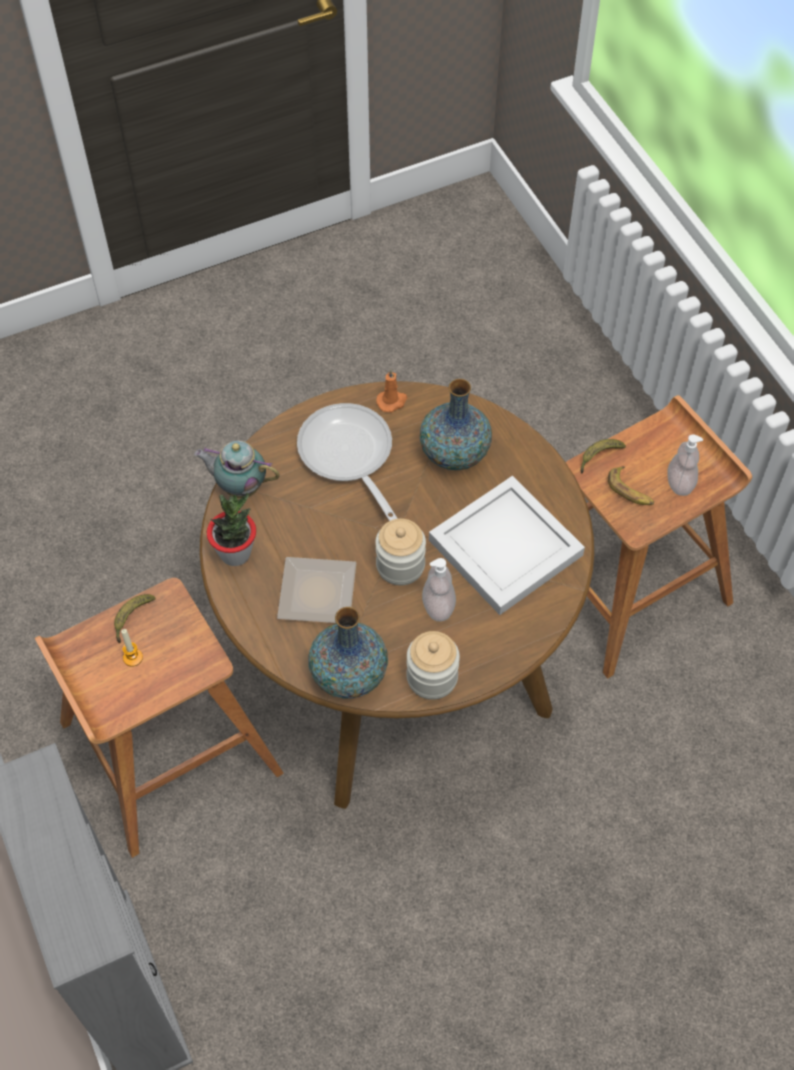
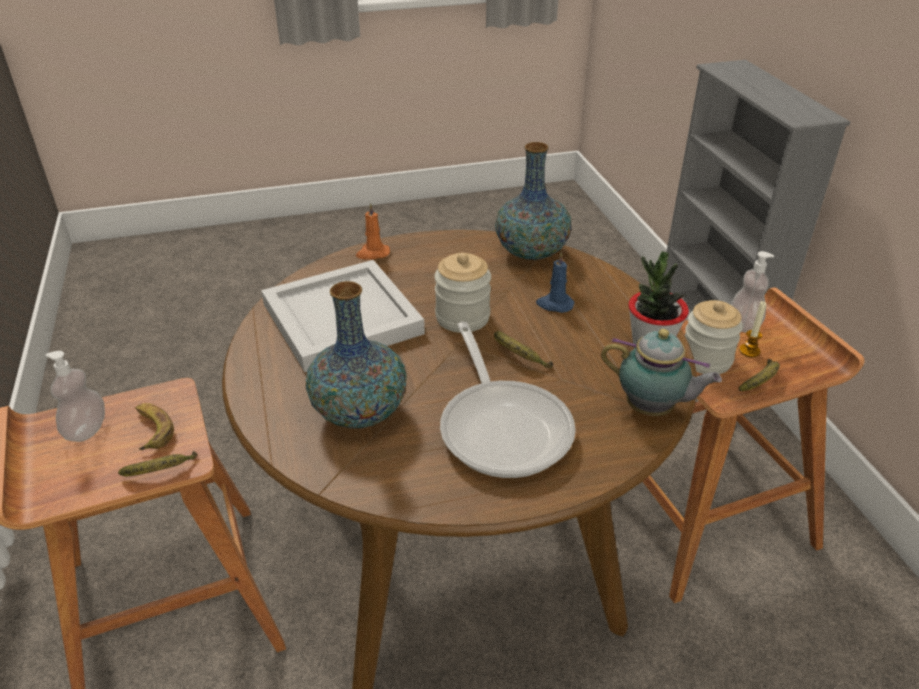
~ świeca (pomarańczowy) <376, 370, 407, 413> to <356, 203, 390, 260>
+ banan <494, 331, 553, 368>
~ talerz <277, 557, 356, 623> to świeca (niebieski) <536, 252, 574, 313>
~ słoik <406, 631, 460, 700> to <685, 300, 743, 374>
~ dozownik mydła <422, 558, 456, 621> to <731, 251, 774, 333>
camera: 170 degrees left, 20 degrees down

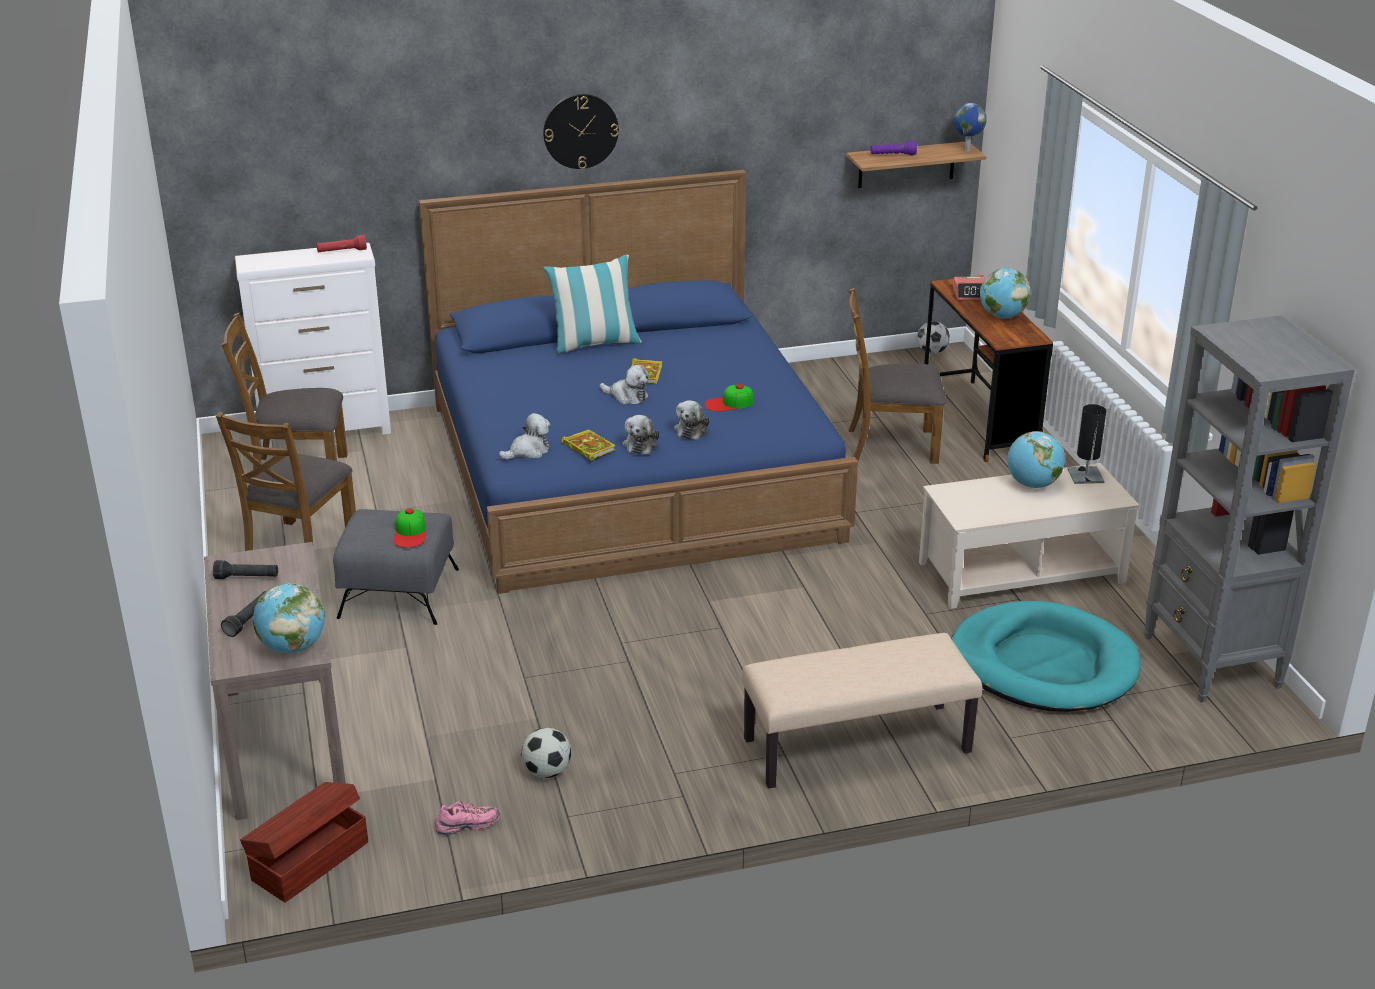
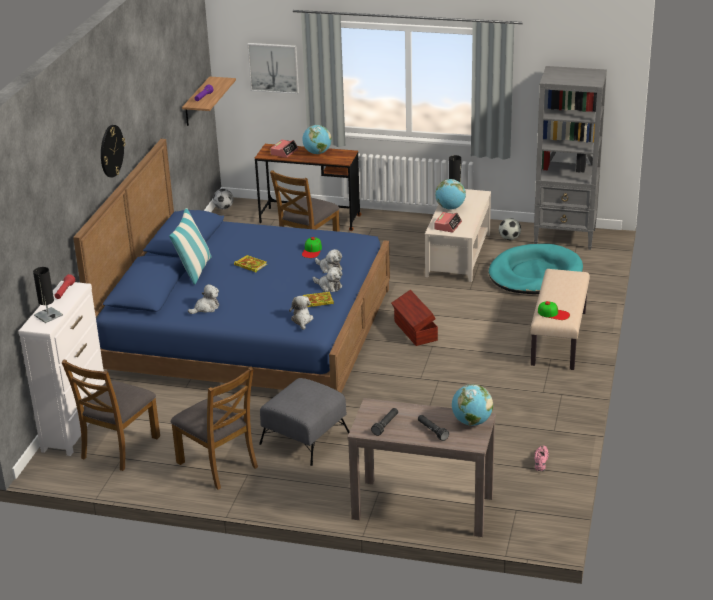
+ lampa stołowa (czarny) <33, 267, 63, 323>
~ pluszak <600, 365, 649, 404> to <188, 284, 219, 314>
+ obraz <247, 43, 299, 94>
~ pojemnik do przechowywania (brązowy) <240, 782, 368, 903> to <391, 290, 438, 346>
+ budzik <434, 212, 462, 233>
~ piłka futbolowa <522, 728, 571, 778> to <499, 218, 521, 240>
~ czapka z daszkiem <394, 508, 426, 548> to <538, 301, 570, 320>
- globus <954, 103, 986, 151>
camera: 60 degrees left, 0 degrees up

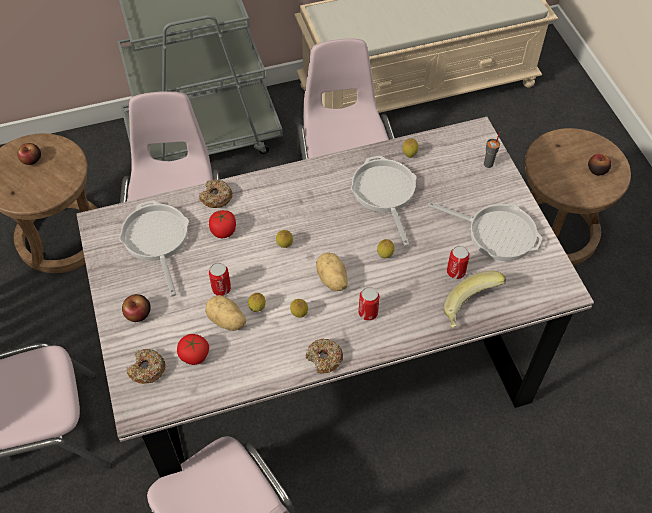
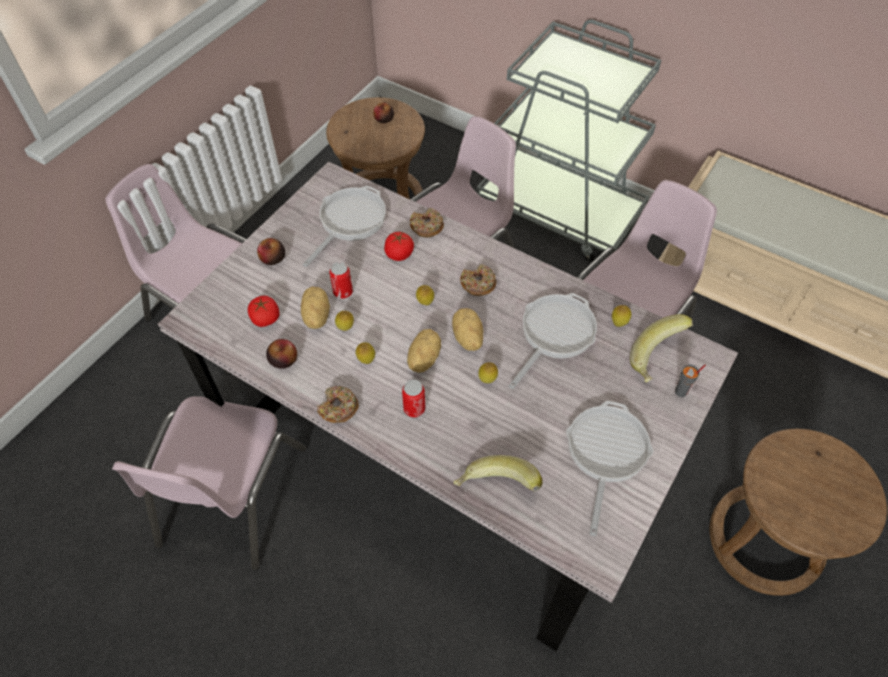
~ jabłko <588, 154, 611, 176> to <266, 339, 297, 369>
+ ziemniak <452, 308, 483, 351>
~ donut <127, 349, 166, 384> to <460, 264, 497, 296>
~ patelnia <428, 202, 542, 261> = <566, 401, 654, 536> 150 degrees counterclockwise
+ banan <630, 314, 693, 382>
- puszka <447, 245, 470, 279>
camera: 50 degrees right, 0 degrees up

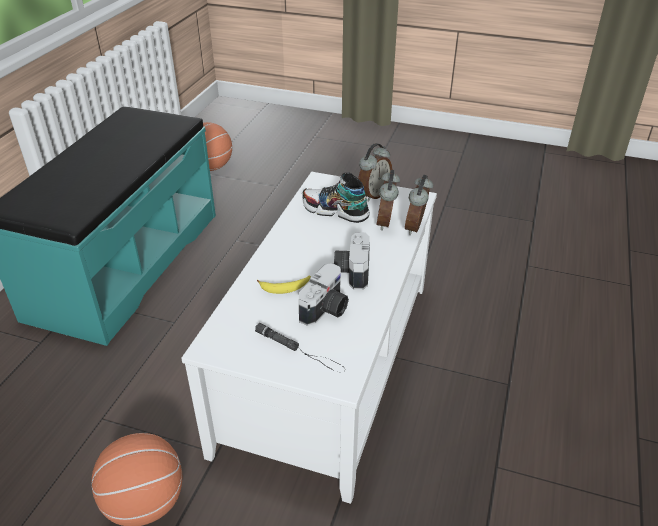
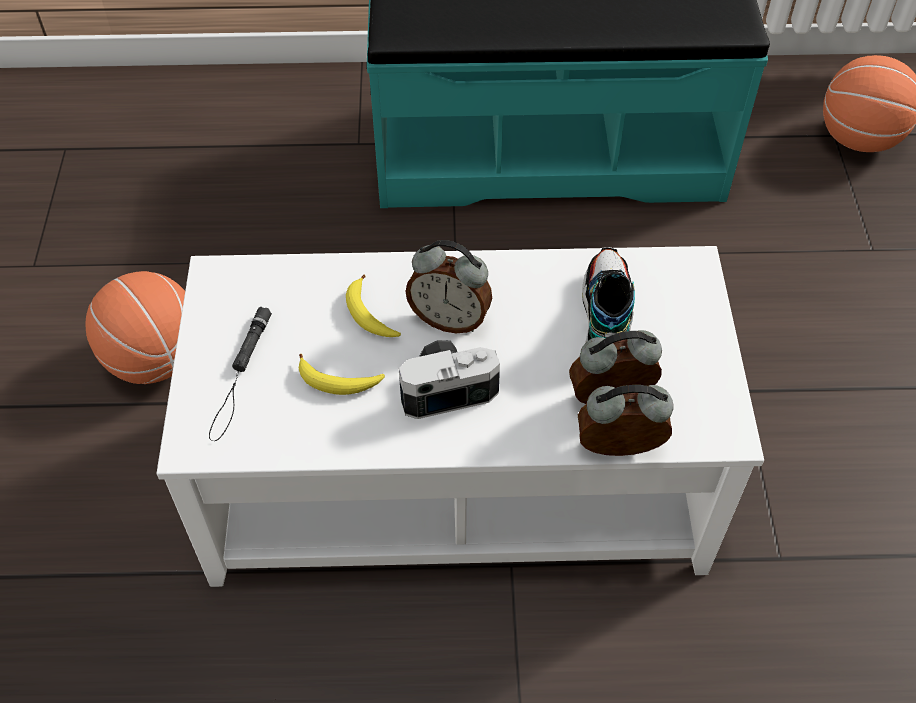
~ aparat fotograficzny <299, 263, 349, 326> to banan <299, 354, 385, 395>
~ budzik <358, 143, 393, 202> to <405, 240, 492, 333>
camera: 70 degrees right, 15 degrees up

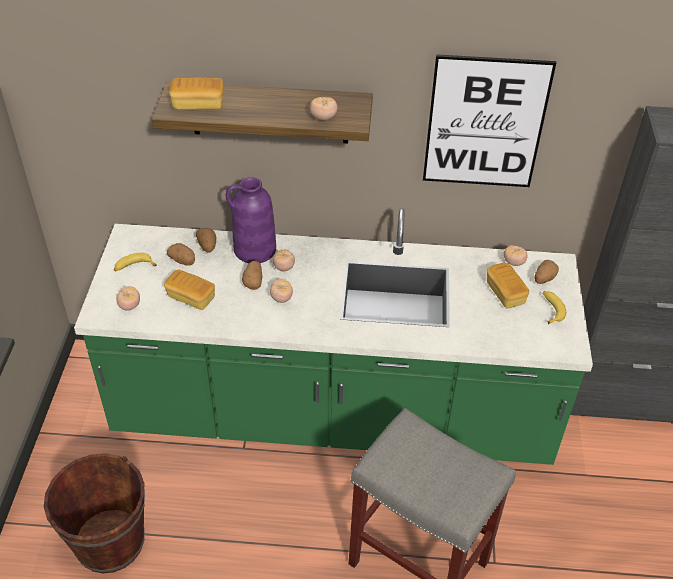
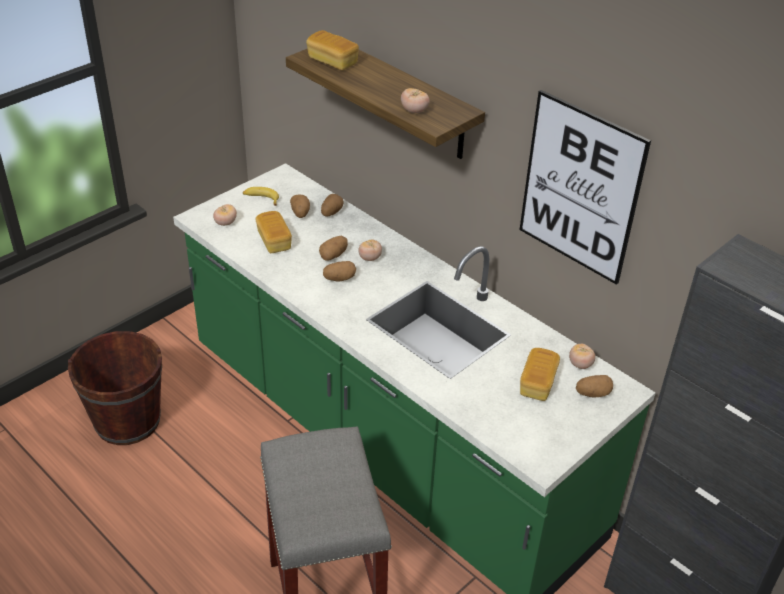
~ pomidor <270, 279, 293, 303> to ziemniak <323, 261, 356, 281>
- wazon (fioletowy) <226, 177, 276, 263>
- banan <543, 291, 566, 324>
camera: 40 degrees right, 5 degrees down

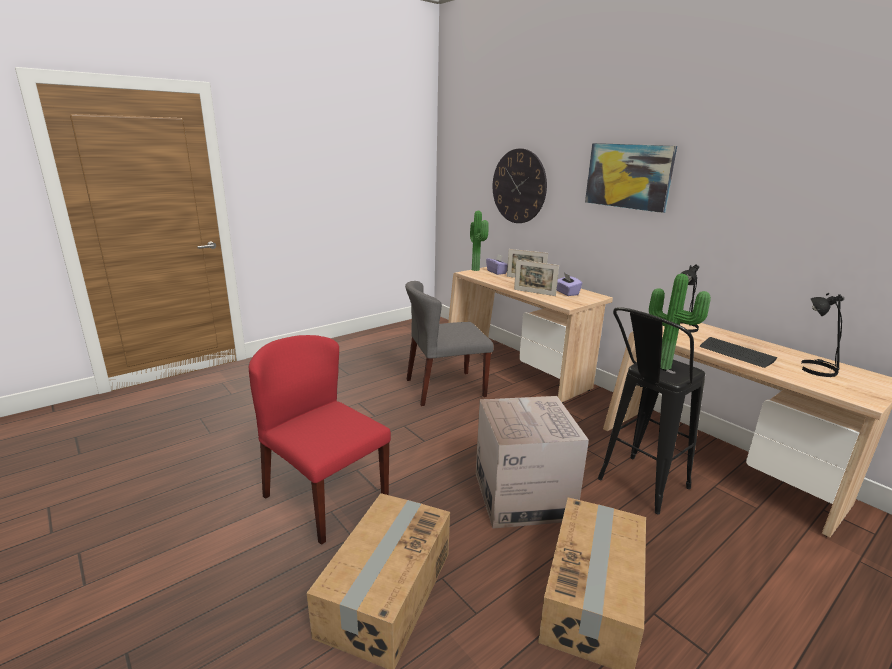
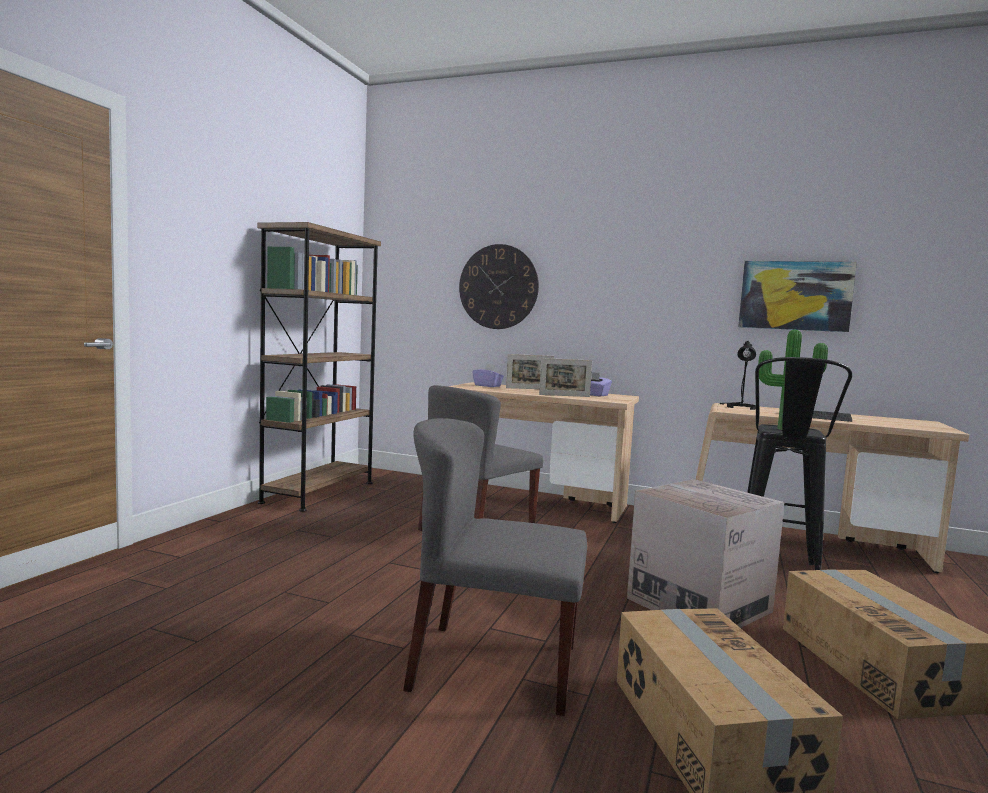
+ regał (brązowy) <257, 222, 381, 512>
~ krzesło (czerwony) <249, 335, 391, 545> to krzesło (szary) <403, 418, 587, 716>
~ obraz <585, 143, 677, 213> to <738, 261, 857, 332>
- roślina doniczkowa <470, 211, 489, 271>
- lampa stołowa (czarny) <801, 293, 844, 377>
camera: 30 degrees left, 15 degrees down

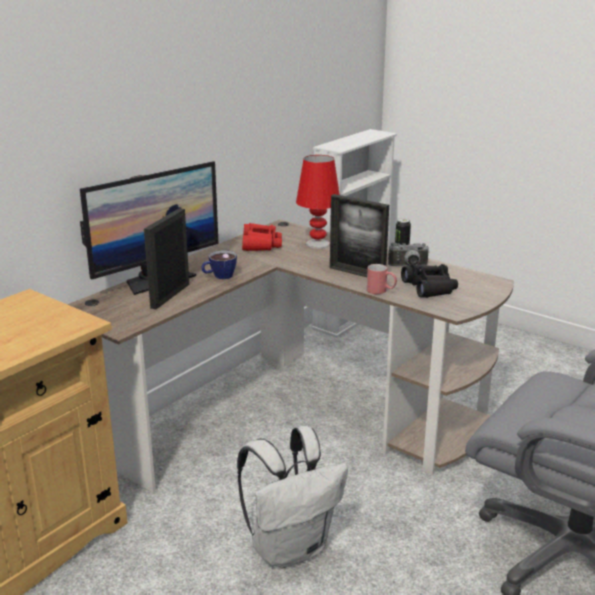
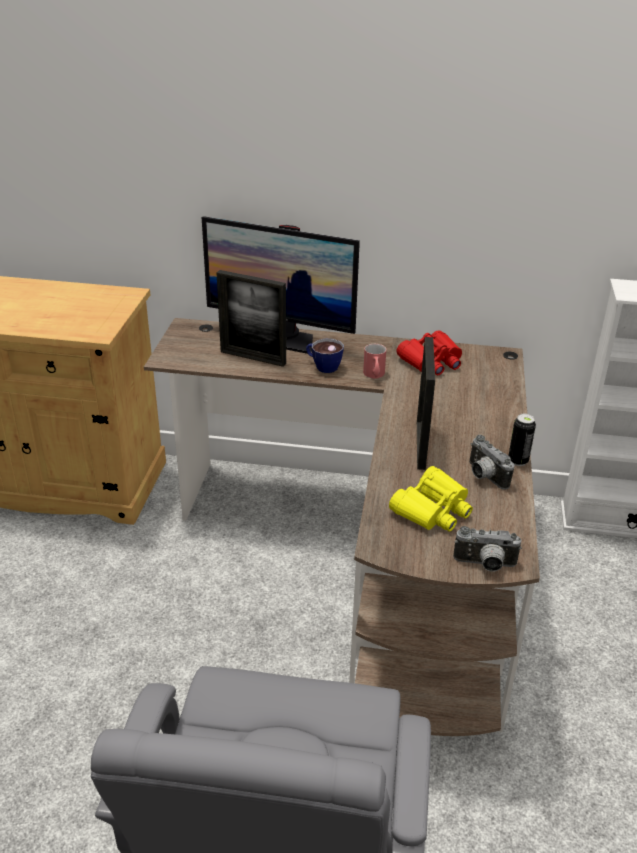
~ ramka na zdjęcie <144, 208, 189, 309> = <217, 270, 286, 367> 150 degrees counterclockwise
~ kubek (czerwony) <367, 264, 397, 294> to <363, 344, 386, 378>
~ lornetka (czarny) <401, 264, 458, 298> to lornetka (żółty) <389, 466, 473, 532>
+ aparat fotograficzny <453, 526, 522, 572>
- plecak (biały) <237, 426, 348, 569>
- lampa stołowa (czerwony) <296, 155, 340, 249>
camera: 60 degrees right, 10 degrees up

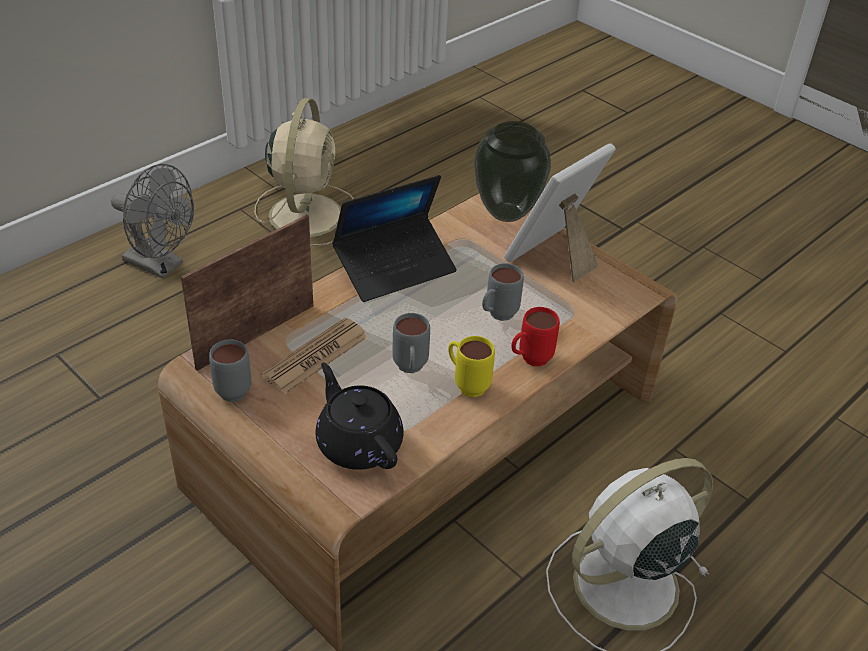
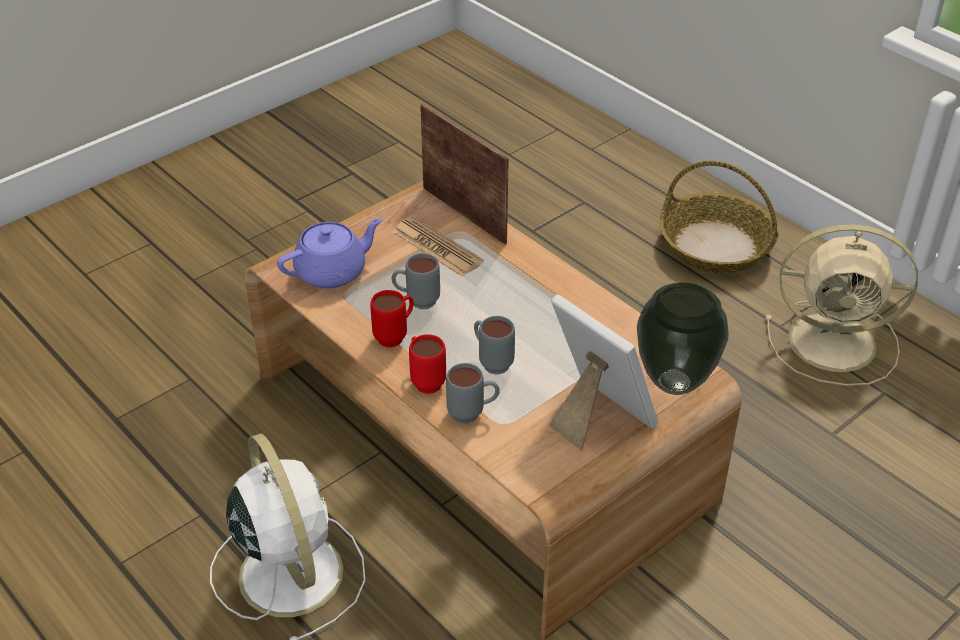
~ imbryk (czarny) <315, 362, 403, 470> to imbryk (fioletowy) <277, 218, 383, 289>
~ kubek (żółty) <448, 336, 495, 397> to kubek (czerwony) <370, 290, 414, 347>
~ kubek (szary) <209, 339, 251, 402> to <446, 363, 500, 424>
~ wentylator (szary) <111, 164, 194, 279> to koszyk <660, 161, 778, 273>
- laptop <332, 175, 457, 302>
camera: 95 degrees right, 0 degrees up

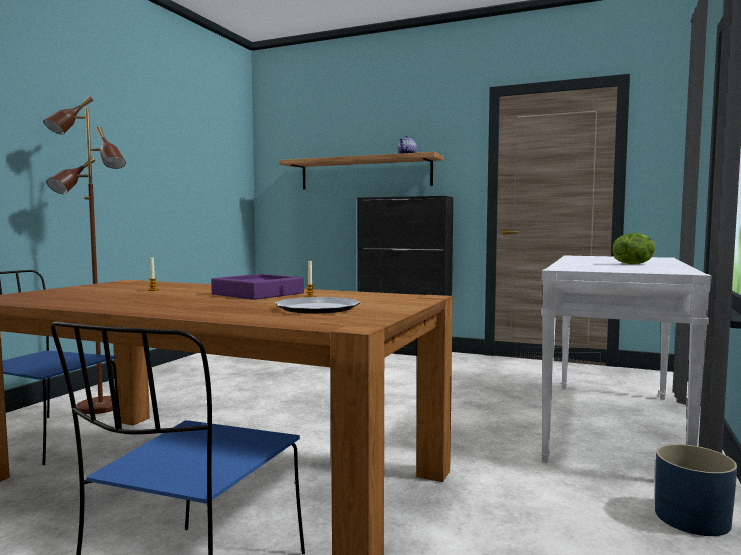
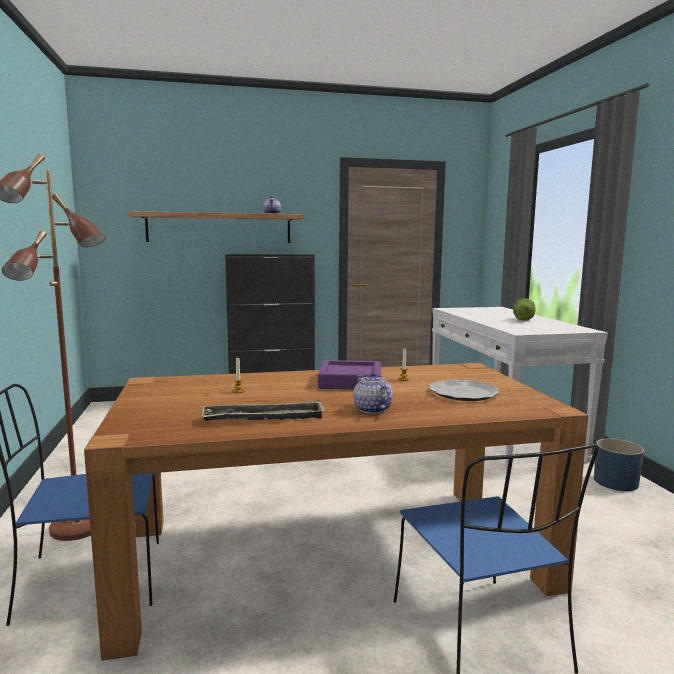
+ taca <202, 400, 325, 421>
+ imbryk <353, 372, 393, 414>
camera: 35 degrees left, 5 degrees up

